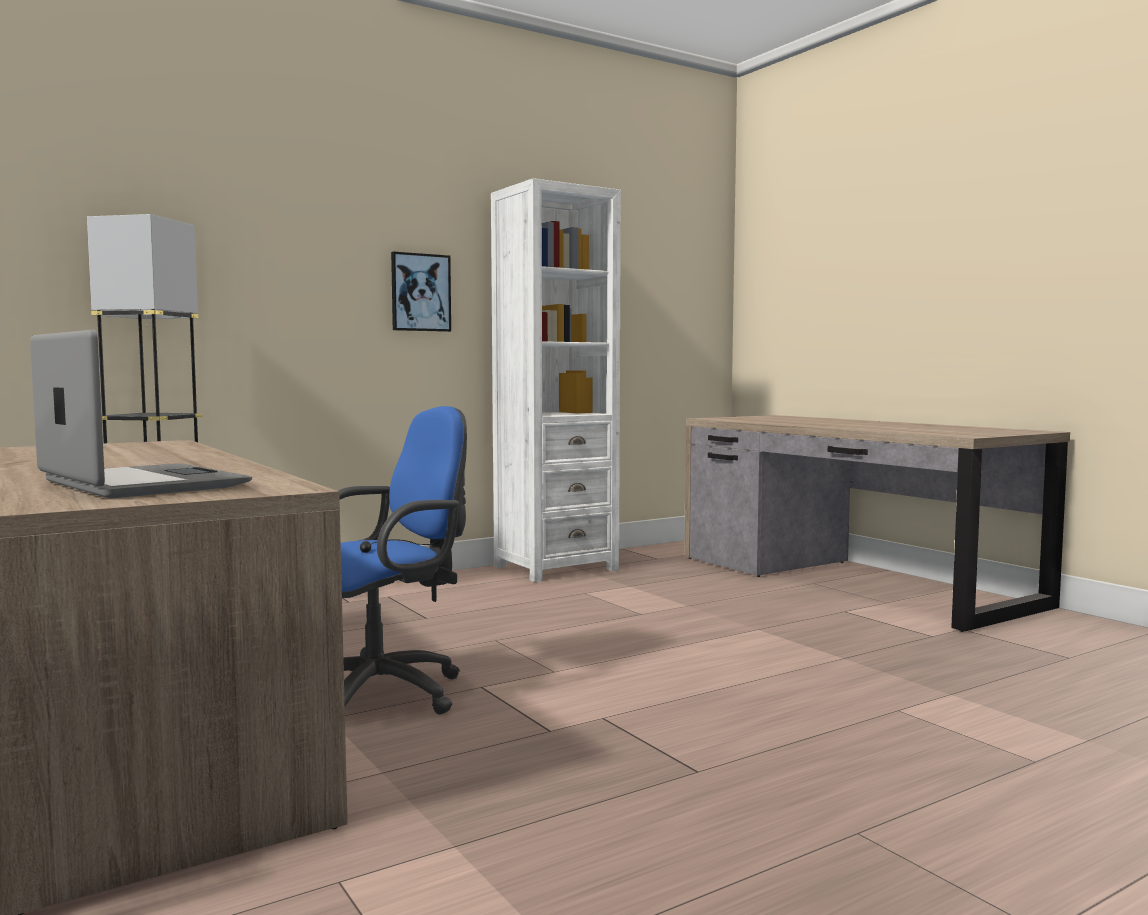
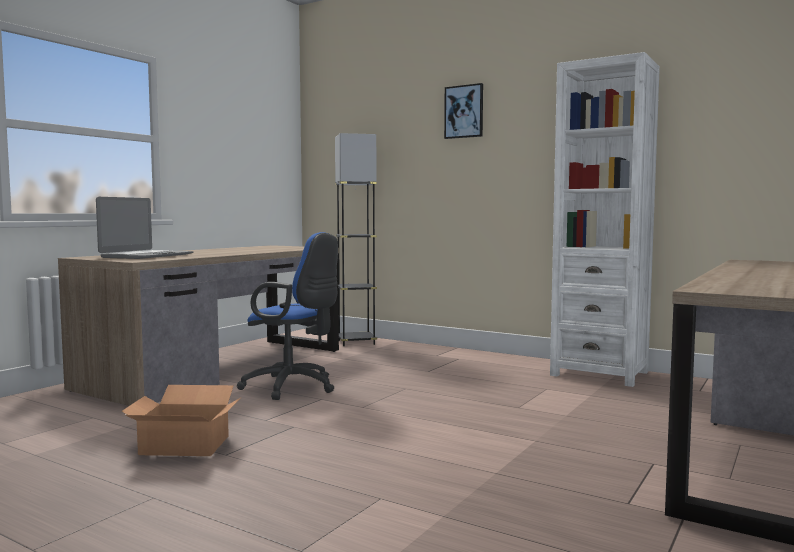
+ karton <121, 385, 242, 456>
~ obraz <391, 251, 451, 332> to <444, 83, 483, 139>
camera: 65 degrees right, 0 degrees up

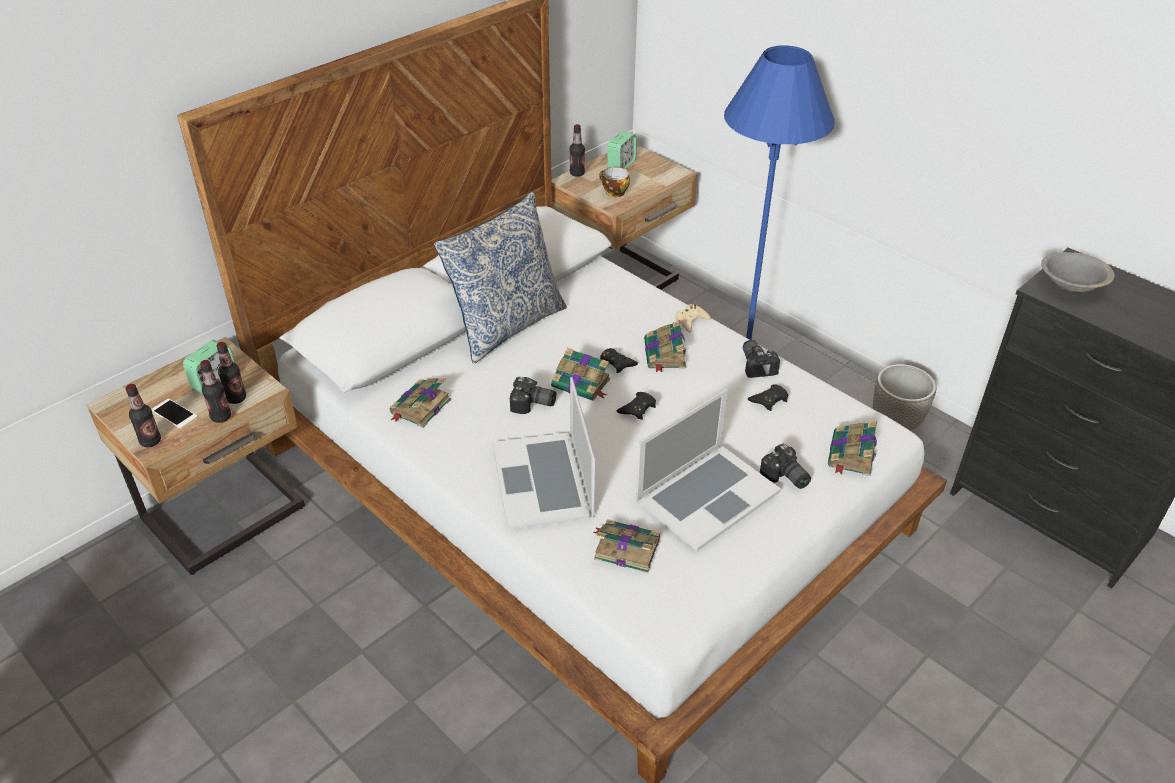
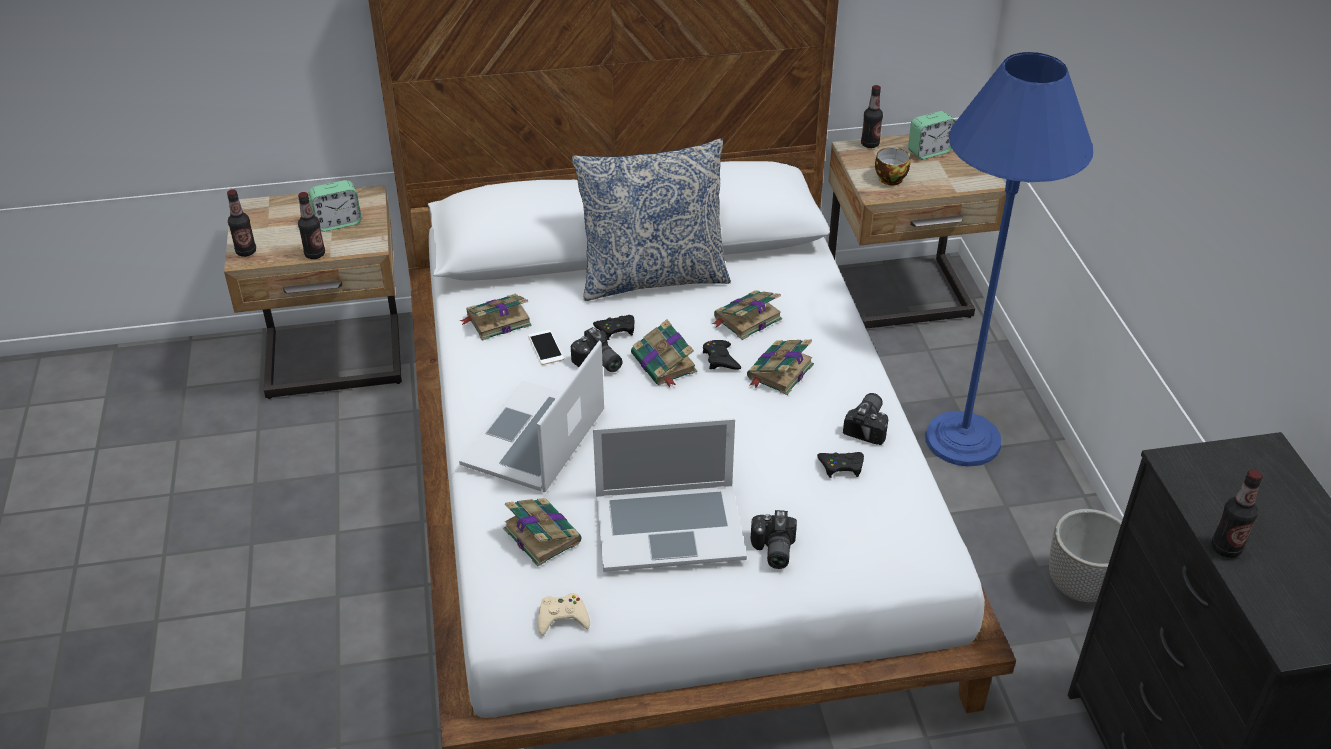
~ telefon <151, 399, 198, 429> to <528, 330, 564, 365>
~ pad do gier (beżowy) <675, 304, 711, 333> to <538, 593, 590, 636>
~ pad do gier (czarny) <617, 392, 656, 420> to <593, 315, 635, 340>
~ książka <828, 421, 877, 476> to <712, 290, 782, 340>
~ butelka <217, 342, 246, 404> to <1211, 469, 1263, 558>
- miska (szary) <1041, 252, 1115, 293>
camera: 35 degrees right, 0 degrees up

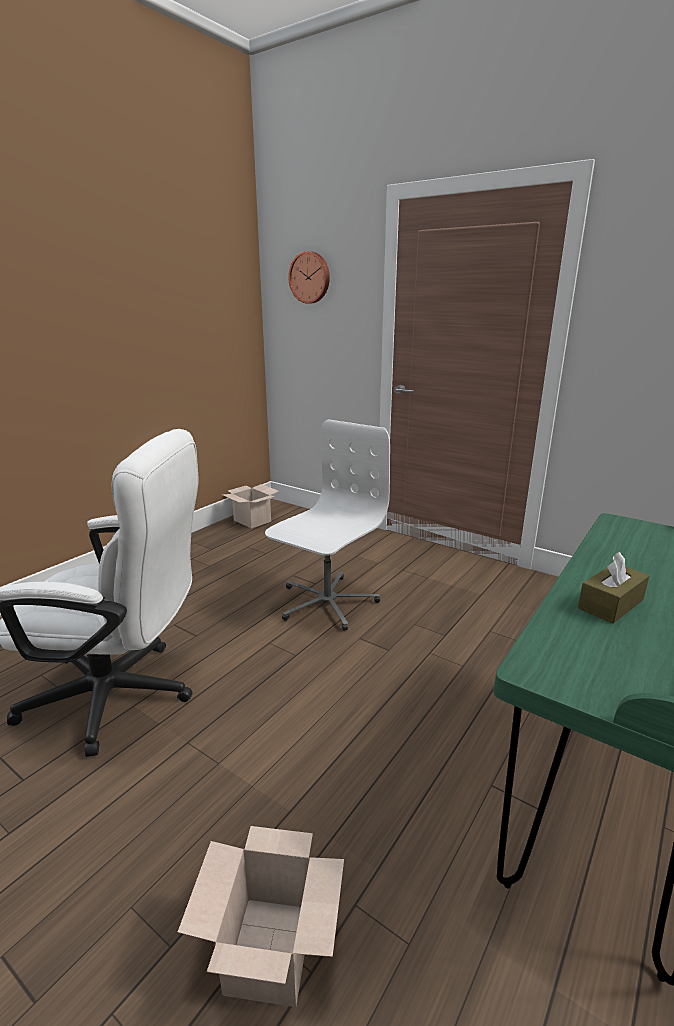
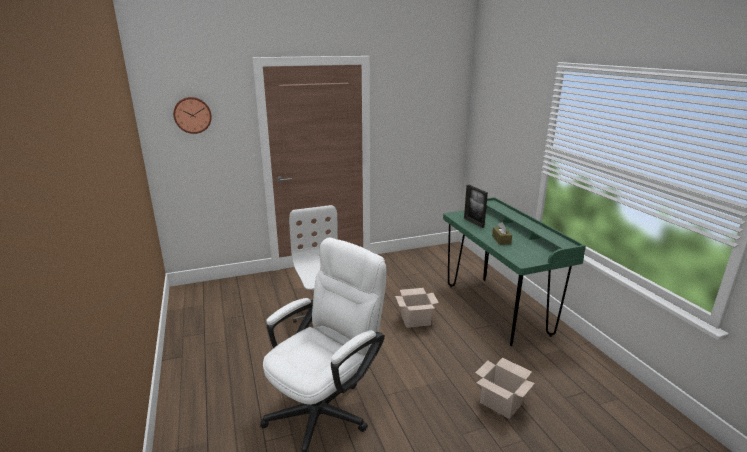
~ karton <223, 484, 279, 529> to <395, 288, 439, 328>
+ ramka na zdjęcie <464, 185, 488, 228>
camera: 55 degrees left, 0 degrees up

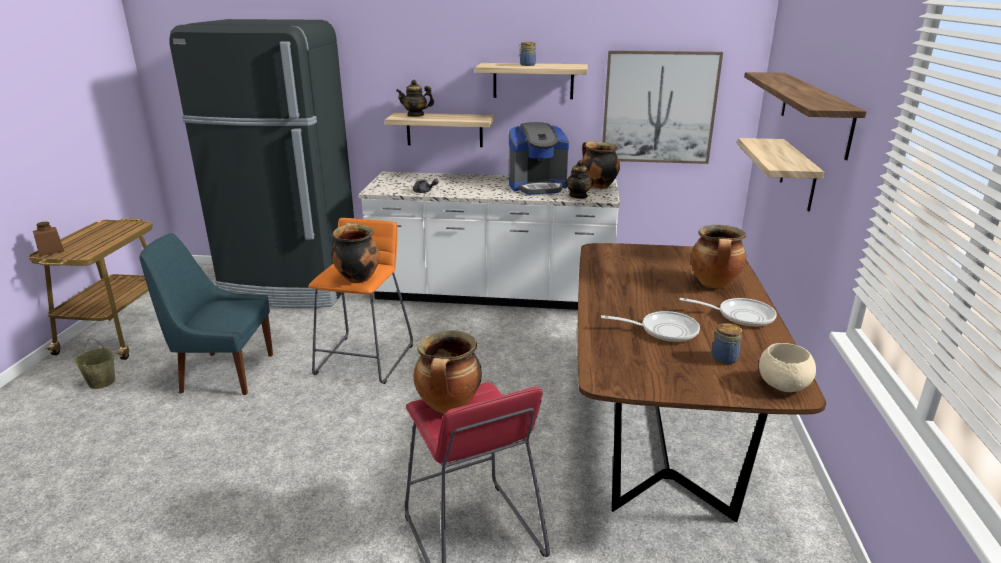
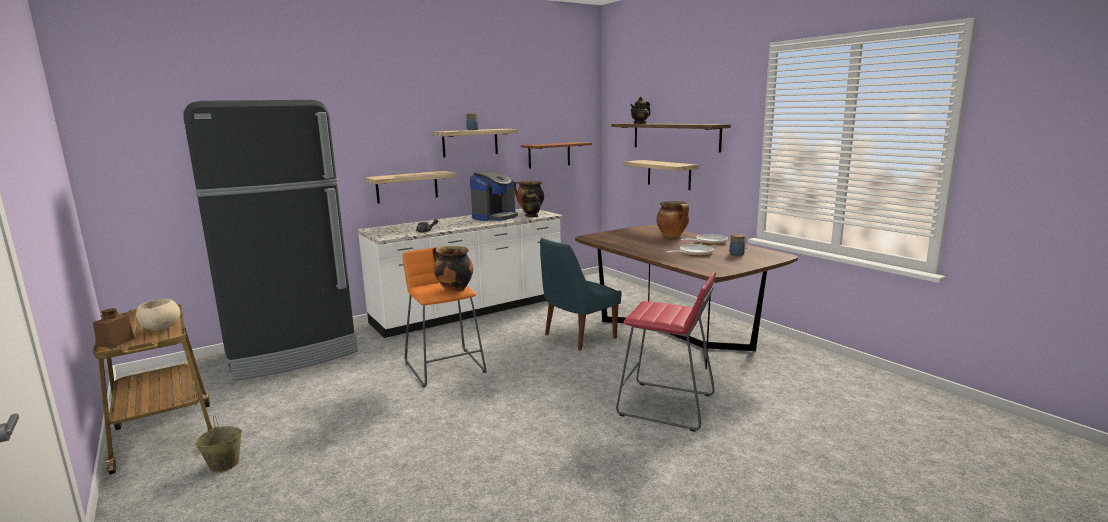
~ miska (beżowy) <759, 343, 816, 392> to <136, 299, 180, 330>
~ obraz <603, 50, 723, 164> to półka <521, 142, 592, 169>
~ krzesło (niebieski) <139, 233, 273, 395> to <540, 238, 621, 351>
~ imbryk <396, 80, 434, 117> to <630, 97, 650, 124>
- garnek <413, 330, 482, 414>
camera: 40 degrees left, 10 degrees down

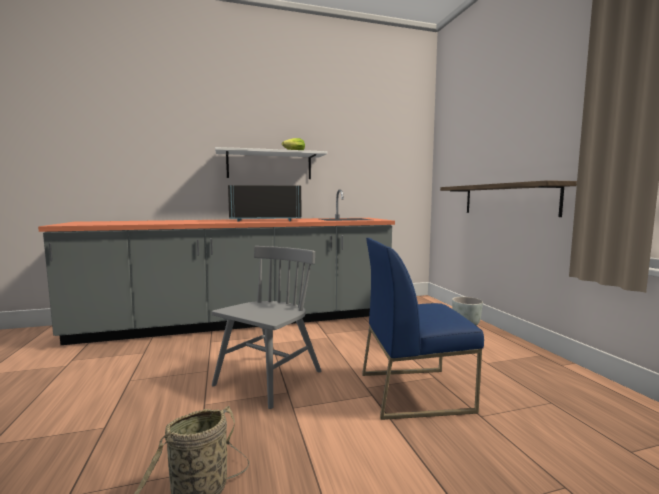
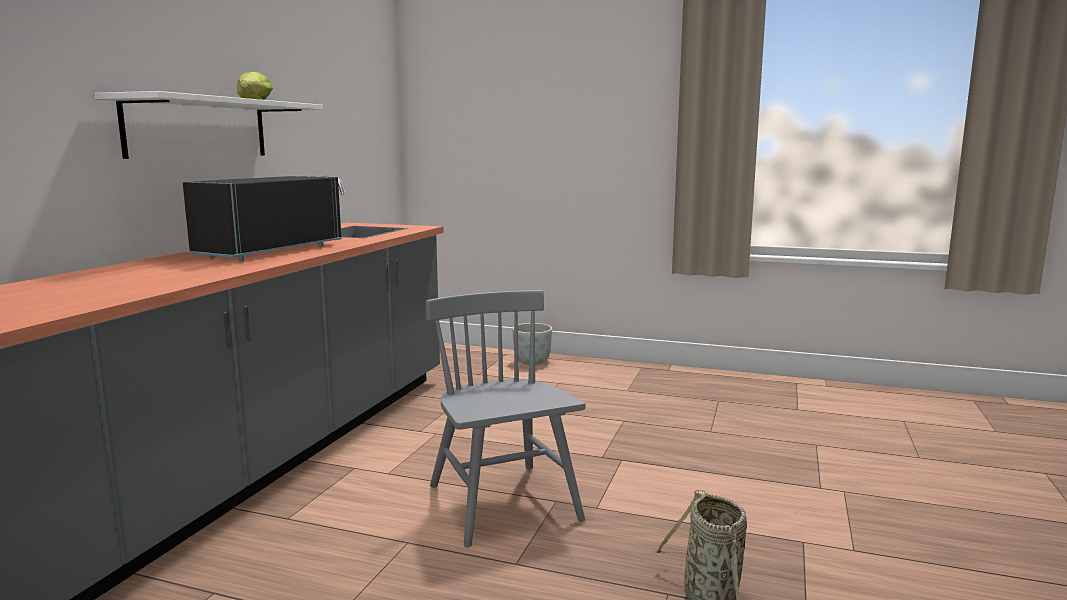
- krzesło (niebieski) <362, 238, 484, 420>
- półka <440, 180, 577, 217>
camera: 55 degrees left, 5 degrees up

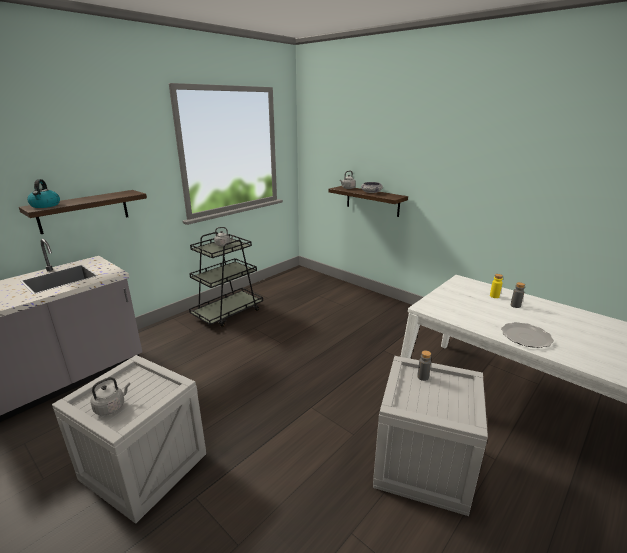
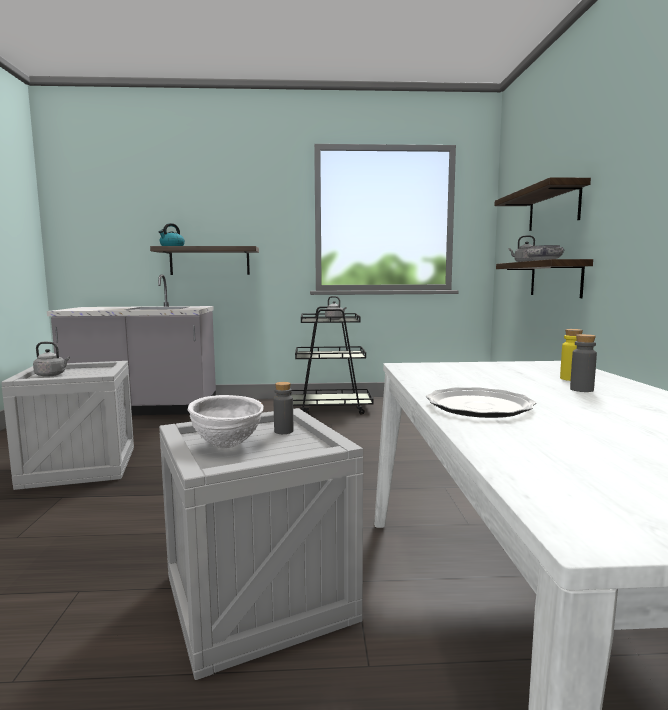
+ miska (biały) <188, 395, 264, 448>
+ półka <494, 177, 591, 231>
camera: 45 degrees right, 15 degrees down

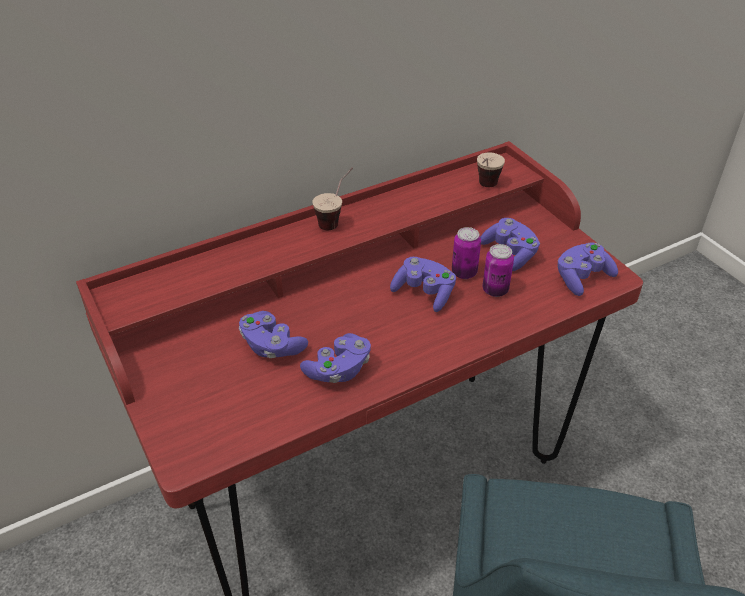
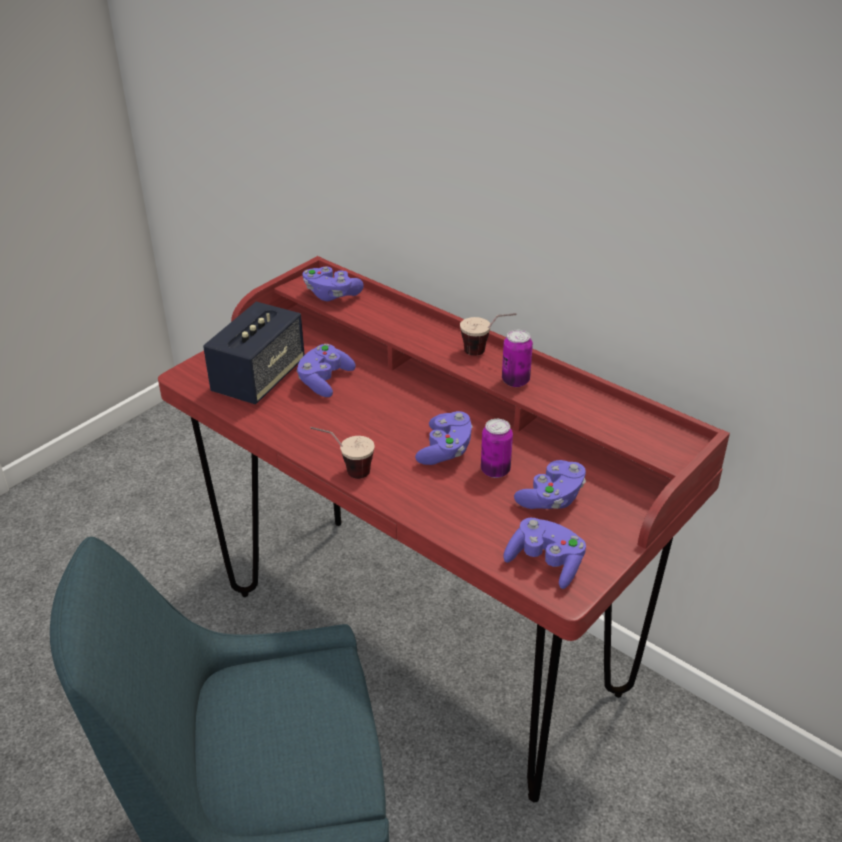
+ głośnik <203, 302, 305, 405>
~ pad do gier (fioletowy) <300, 333, 371, 383> to <302, 267, 364, 301>
~ filiżanka <477, 152, 505, 187> to <310, 427, 375, 479>
~ puszka <482, 244, 514, 297> to <502, 330, 533, 387>
camera: 70 degrees right, 5 degrees down

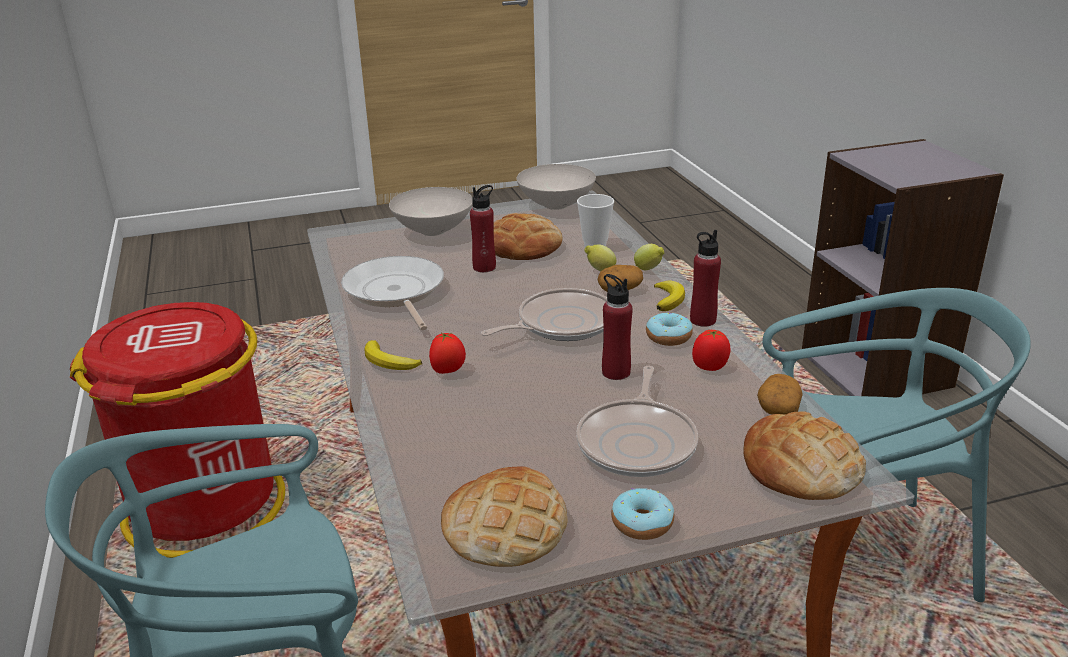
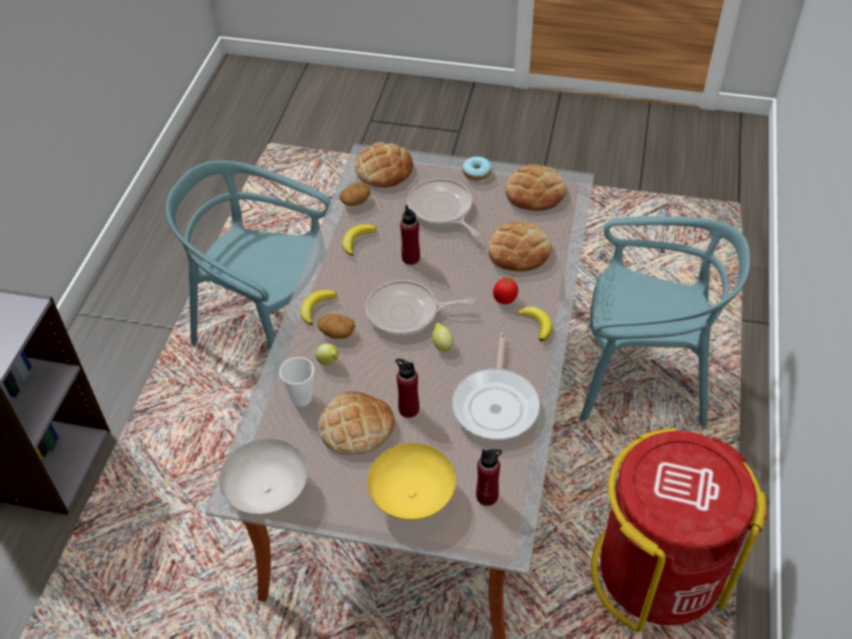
~ pomidor <692, 330, 731, 371> to banan <342, 224, 377, 256>
~ miska (biały) <389, 187, 473, 236> to miska (żółty) <367, 443, 456, 521>
~ patelnia <576, 366, 698, 477> = <407, 178, 480, 237> 75 degrees counterclockwise
~ cytryna <634, 244, 664, 270> to <432, 322, 454, 351>
~ butelka (czerwony) <690, 230, 721, 327> to <476, 449, 502, 506>
+ chleb <488, 221, 552, 272>
- donut <646, 313, 693, 346>
camera: 150 degrees left, 20 degrees up

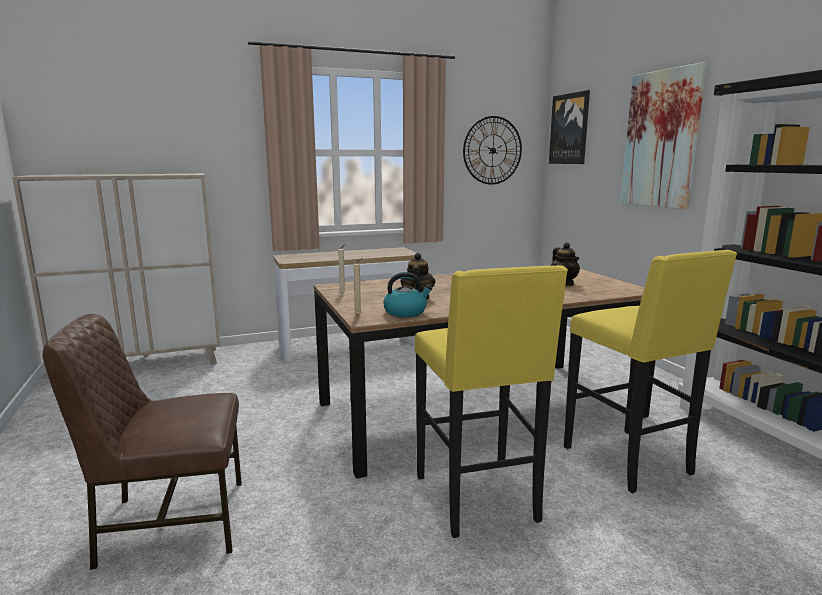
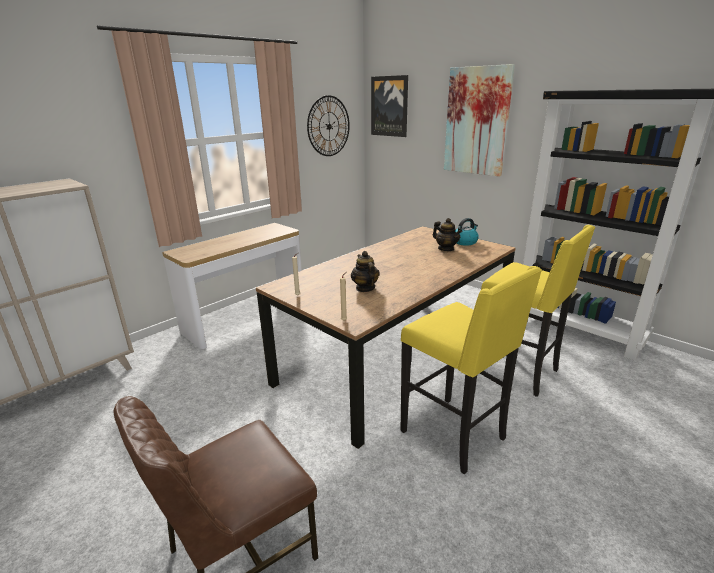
~ czajnik <383, 272, 432, 317> to <455, 218, 479, 246>
camera: 25 degrees left, 10 degrees up

